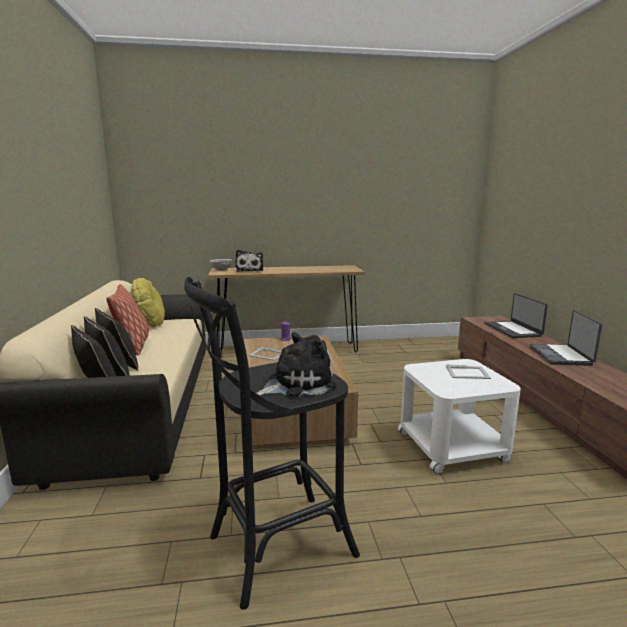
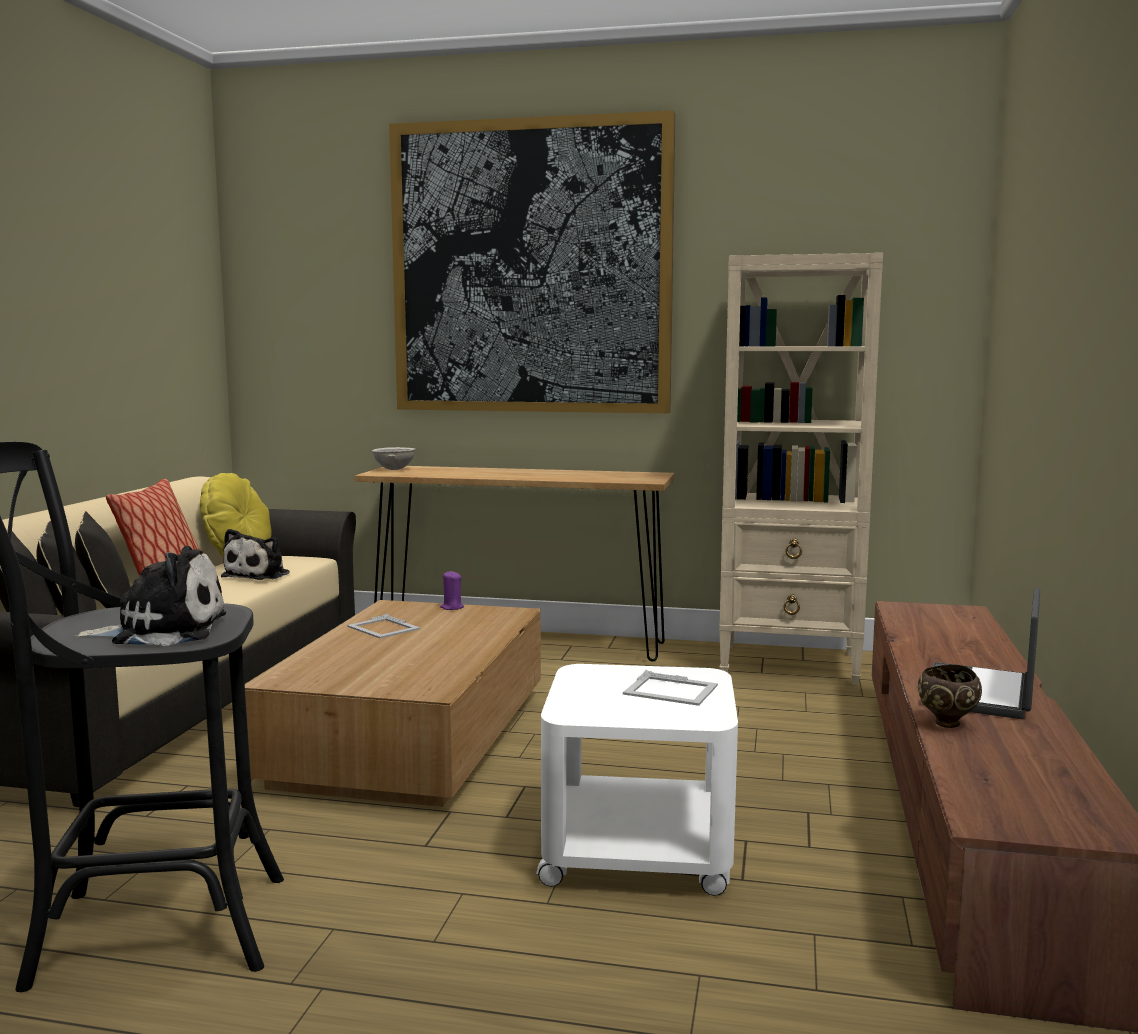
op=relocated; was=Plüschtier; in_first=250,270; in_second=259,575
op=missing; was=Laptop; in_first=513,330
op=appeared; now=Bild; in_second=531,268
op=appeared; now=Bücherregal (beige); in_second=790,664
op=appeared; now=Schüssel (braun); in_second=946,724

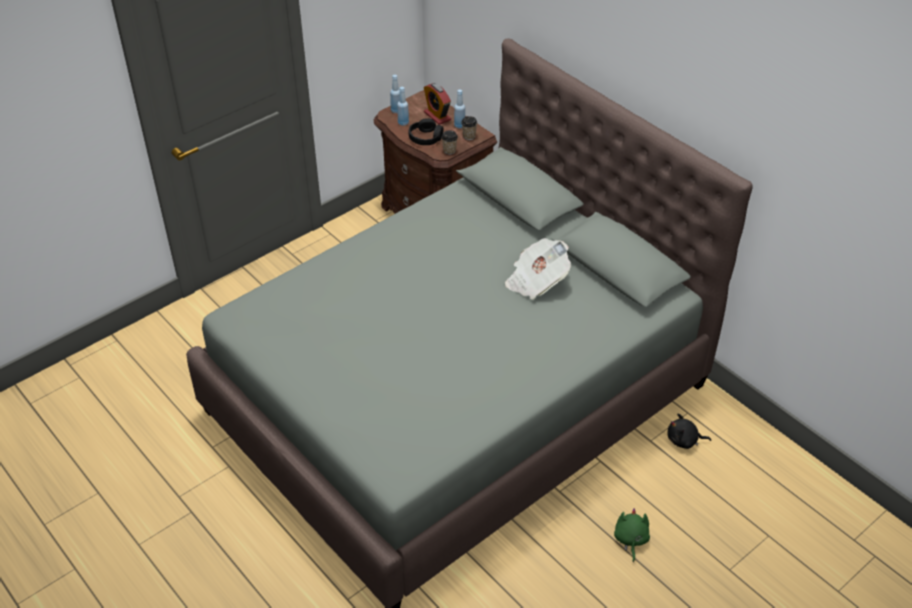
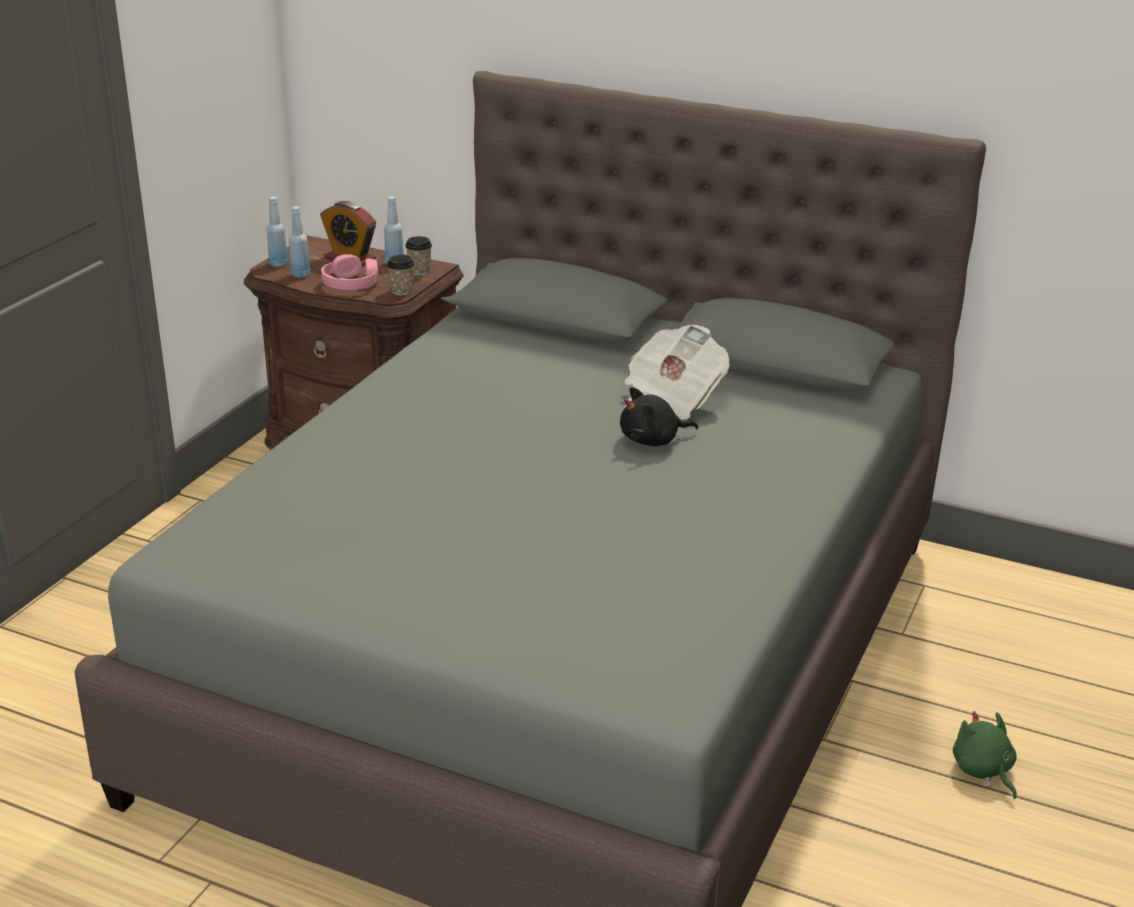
op=colour; was=Kopfhörer (schwarz); now=Kopfhörer (rosa); in_first=425,138; in_second=351,284
op=relocated; was=Plüschtier (schwarz); in_first=684,440; in_second=653,440

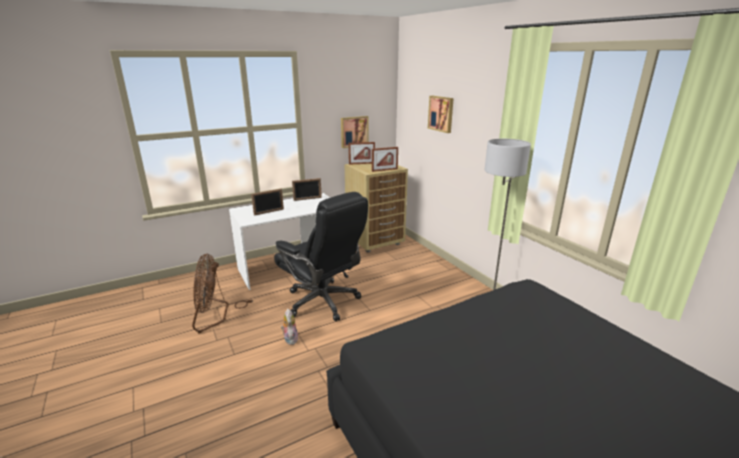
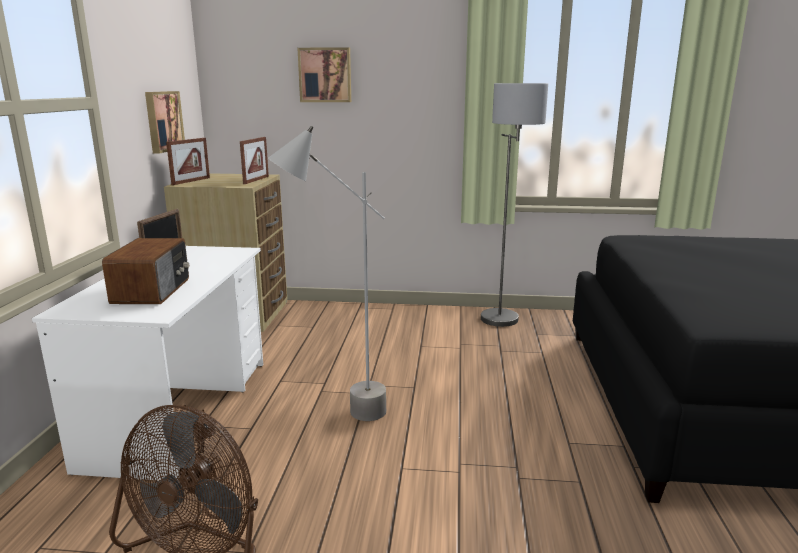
op=exchanged; was=Bilderrahmen; now=Radio; in_first=269,212; in_second=153,291
op=exchanged; was=Bürostuhl (schwarz); now=Stehlampe (grau); in_first=322,301; in_second=338,416
op=missing; was=Plüschtier; in_first=290,339

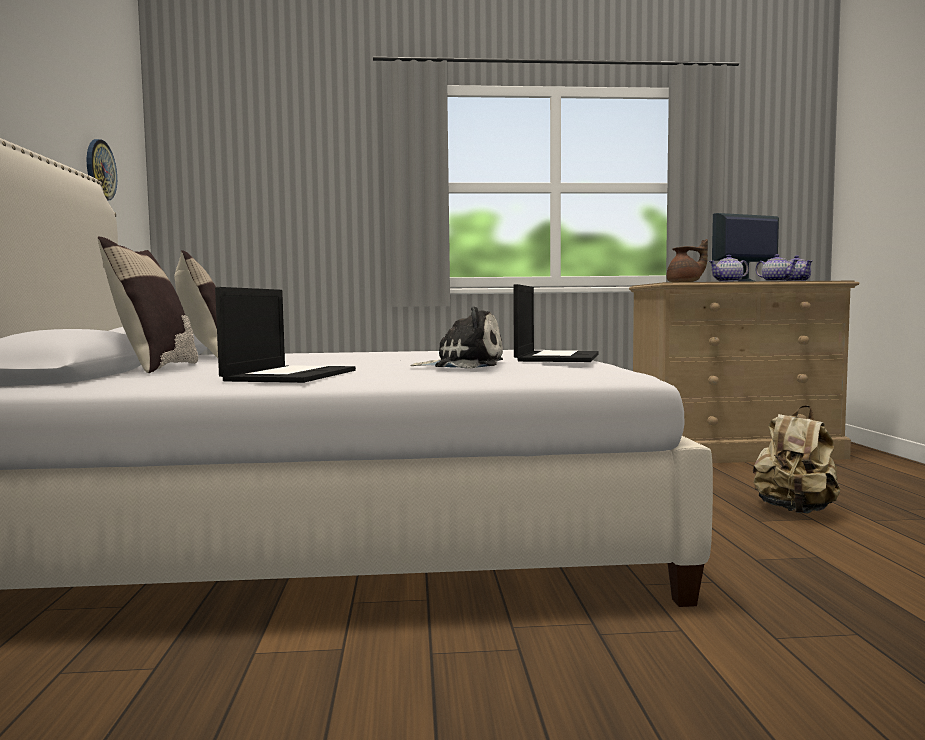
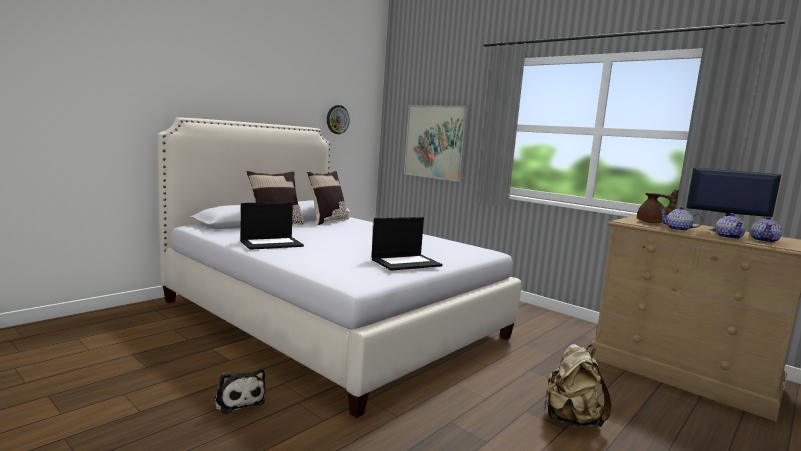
op=relocated; was=Plüschtier; in_first=464,365; in_second=238,400
op=appeared; now=Bild; in_second=435,142

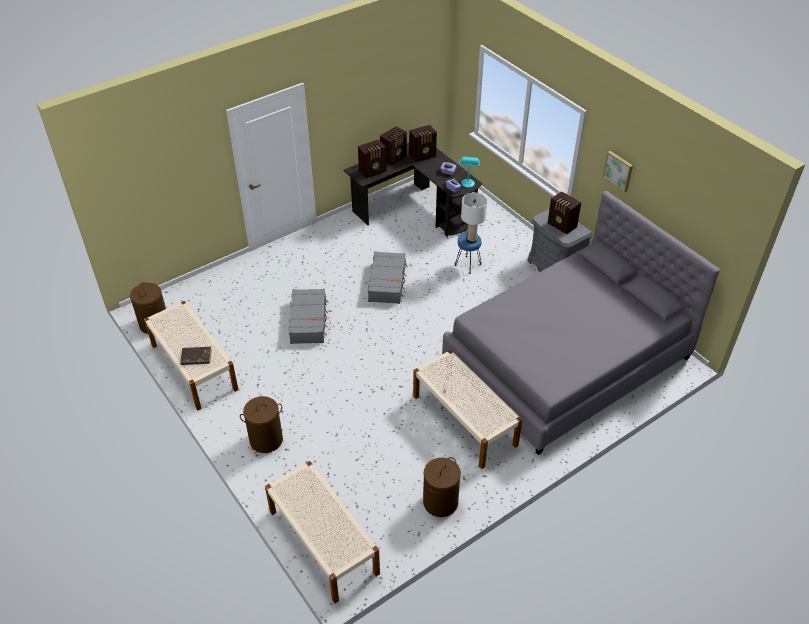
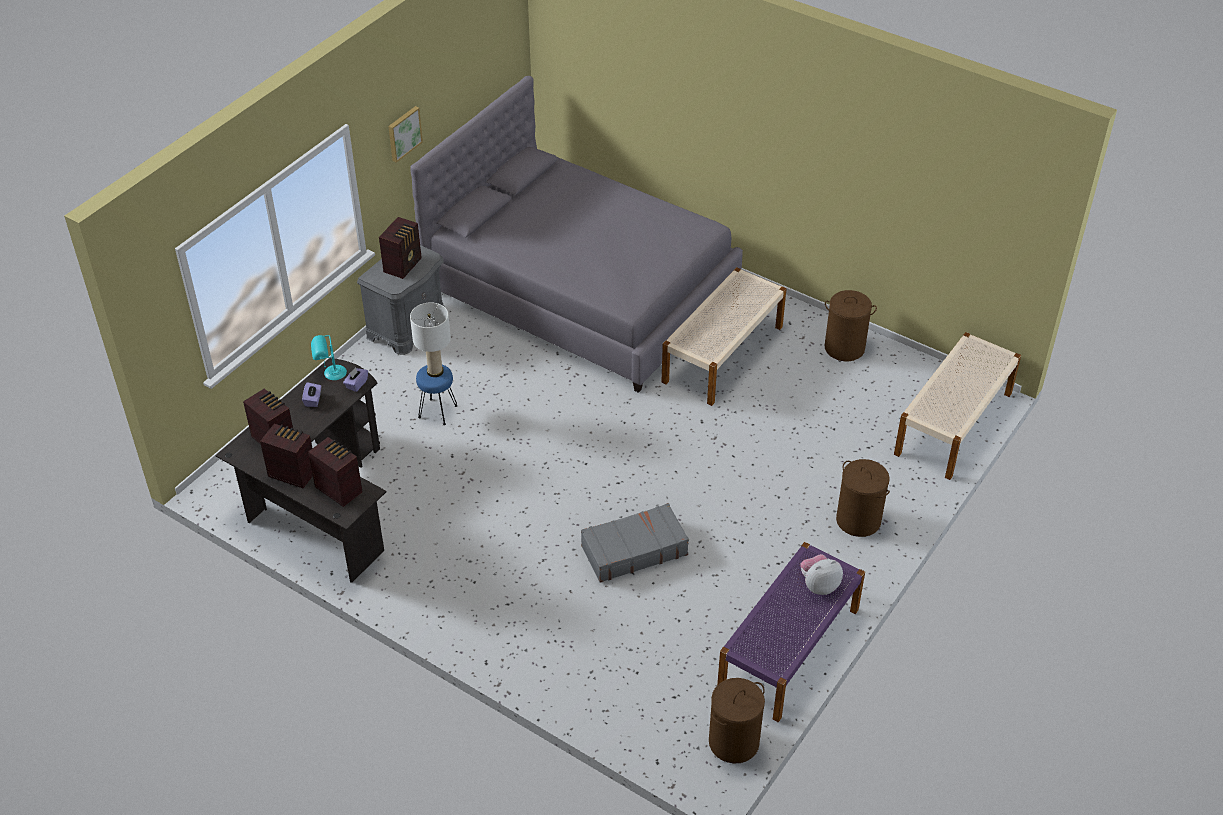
op=colour; was=Bank (beige); now=Bank (lila); in_first=193,367; in_second=789,649
op=exchanged; was=Buch (braun); now=Plüschtier; in_first=196,357; in_second=819,585
op=missing; was=Koffer (grau); in_first=387,282

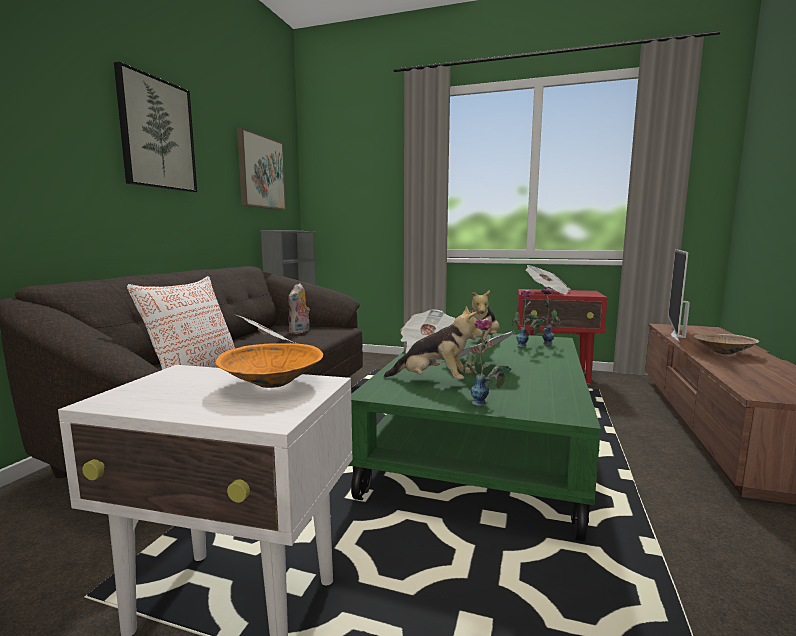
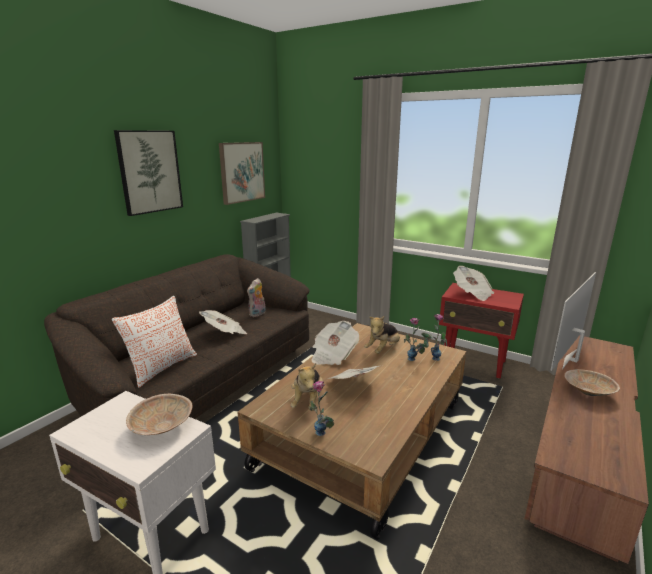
op=colour; was=Schüssel (orange); now=Schüssel (beige); in_first=272,385; in_second=161,427
op=colour; was=Couchtisch (grün); now=Couchtisch (braun); in_first=481,444; in_second=362,434
op=spun; was=Plüschtier; in_first=434,382; in_second=308,401; clockwise=60

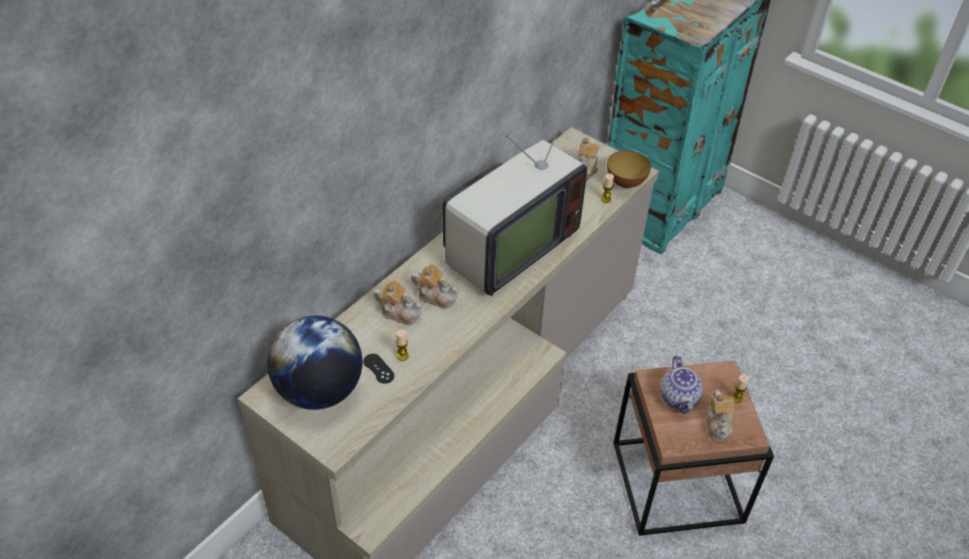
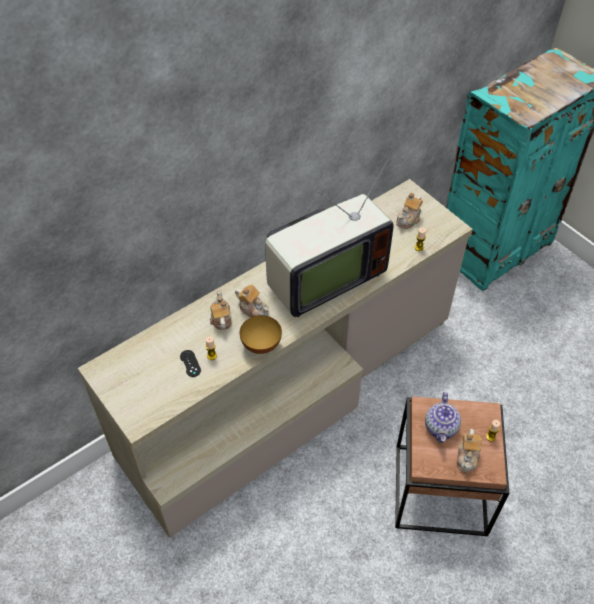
op=missing; was=Globus; in_first=320,390
op=spun; was=Teekanne; in_first=399,312; in_second=221,318; clockwise=-135
op=relocated; was=Schüssel; in_first=625,183; in_second=261,345

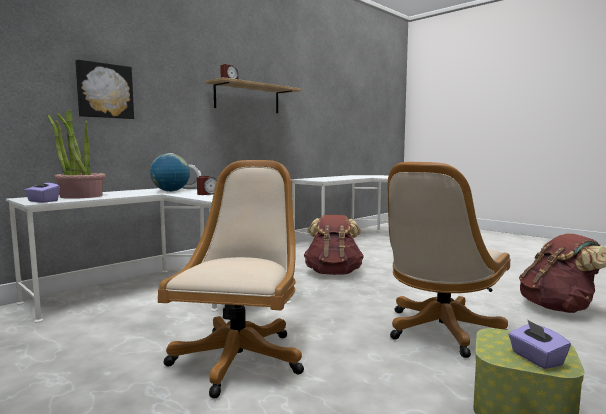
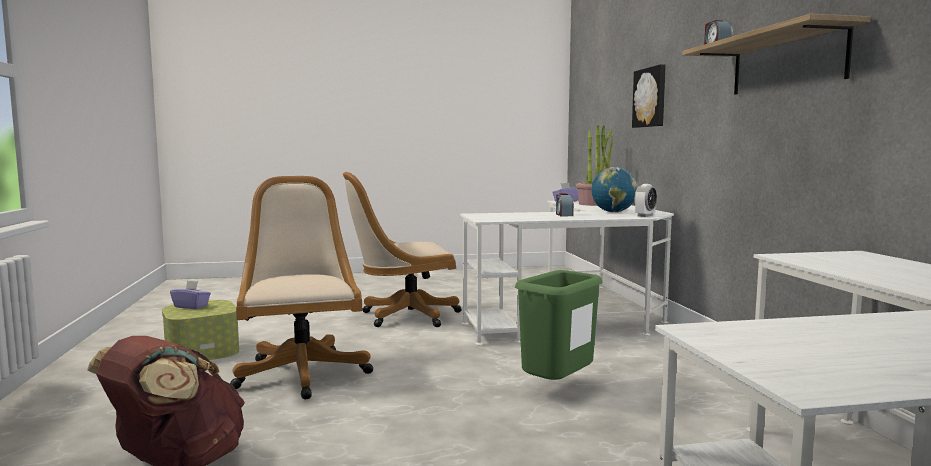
op=spun; was=Bürostuhl; in_first=240,354; in_second=403,316; clockwise=120
op=exchanged; was=Rucksack (braun); now=Mülleimer (grün); in_first=333,273; in_second=558,389

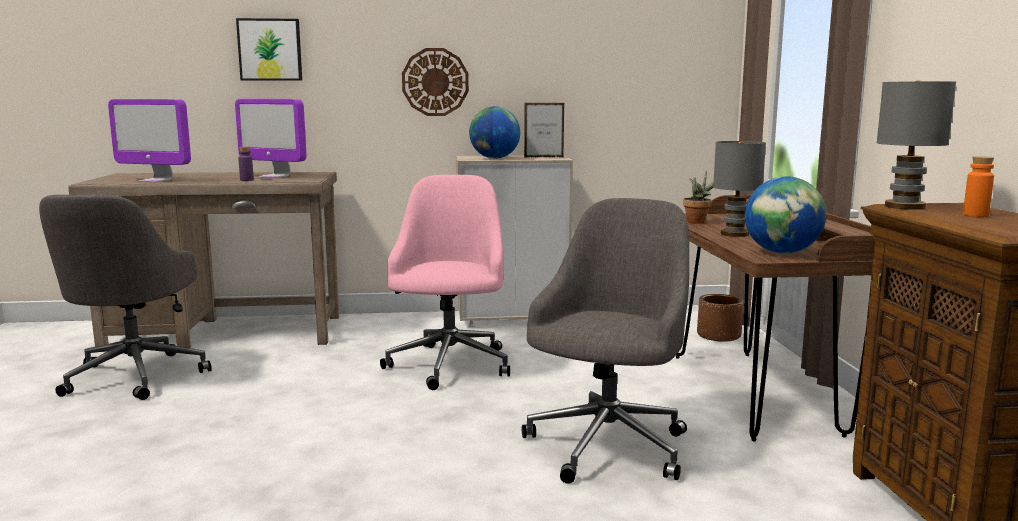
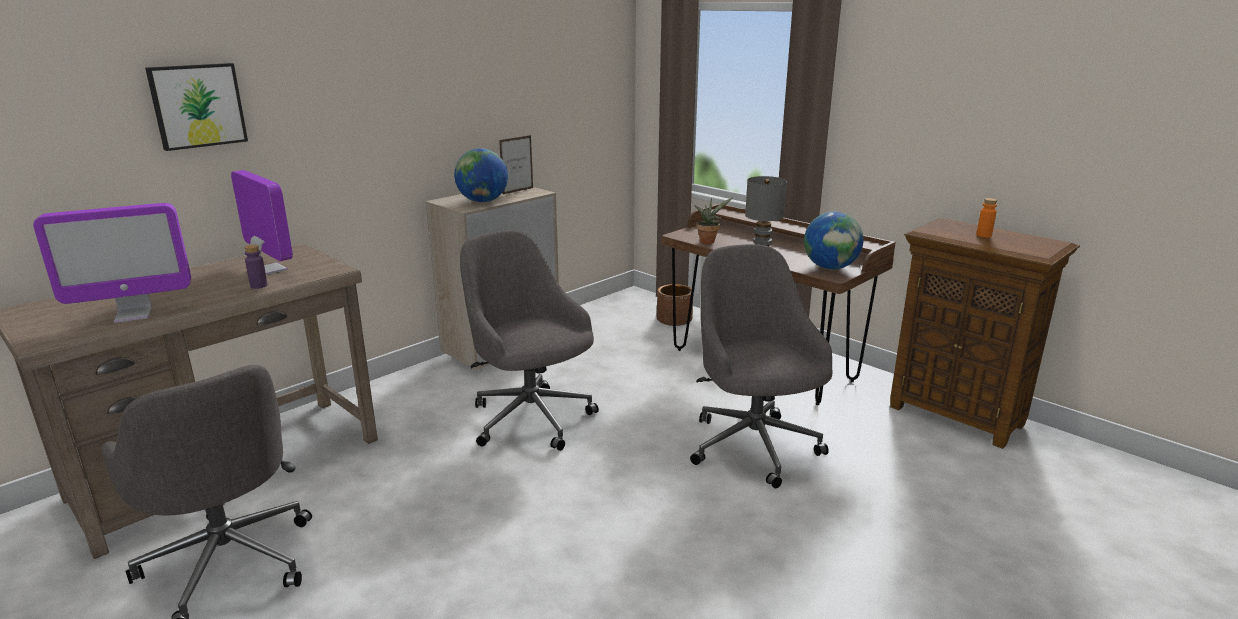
op=spun; was=Monitor; in_first=275,176; in_second=268,270; clockwise=-120
op=colour; was=Bürostuhl (rosa); now=Bürostuhl (grau); in_first=449,364; in_second=530,418
op=missing; was=Wanduhr; in_first=435,82
op=missing; was=Tischlampe (grau); in_first=904,207

